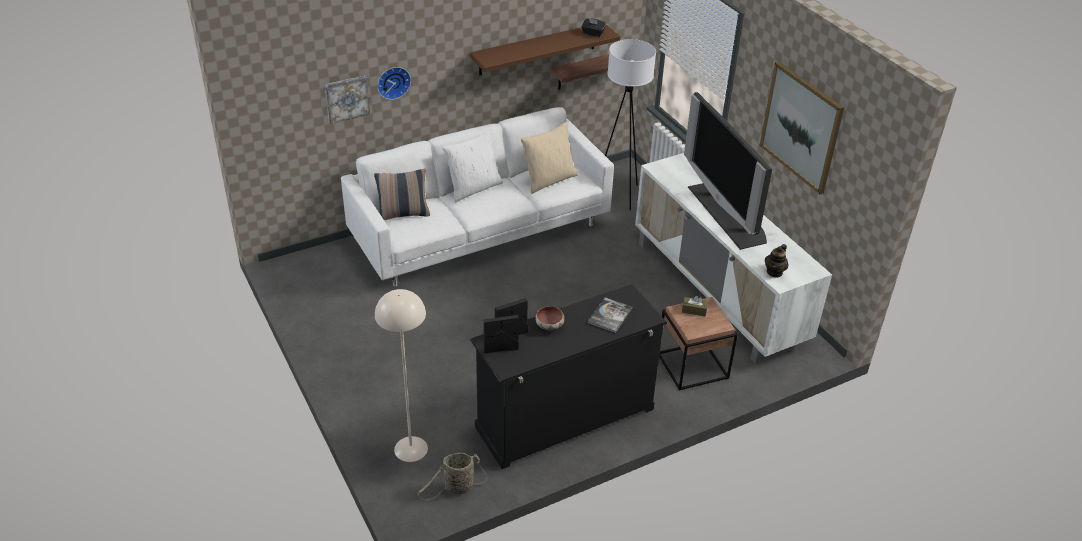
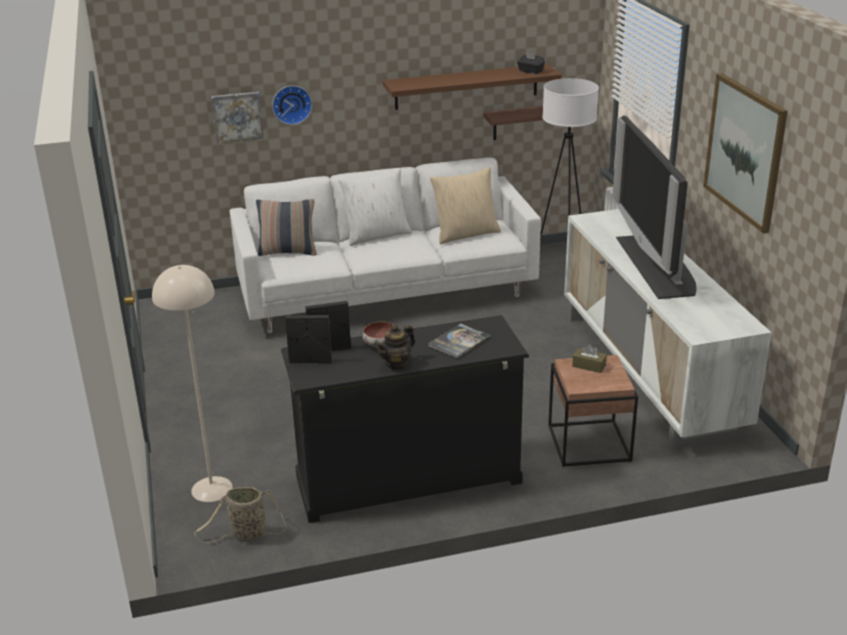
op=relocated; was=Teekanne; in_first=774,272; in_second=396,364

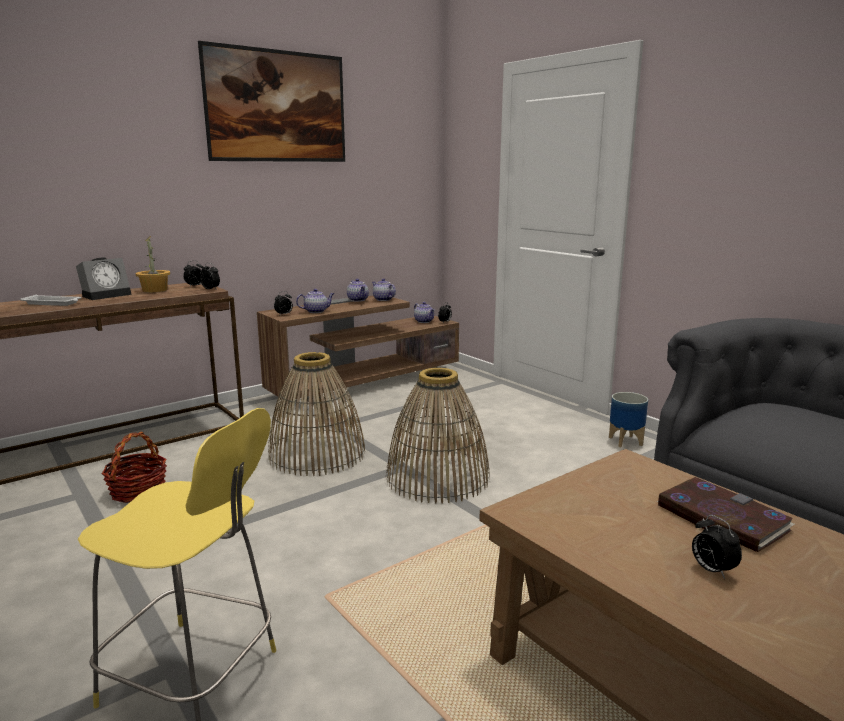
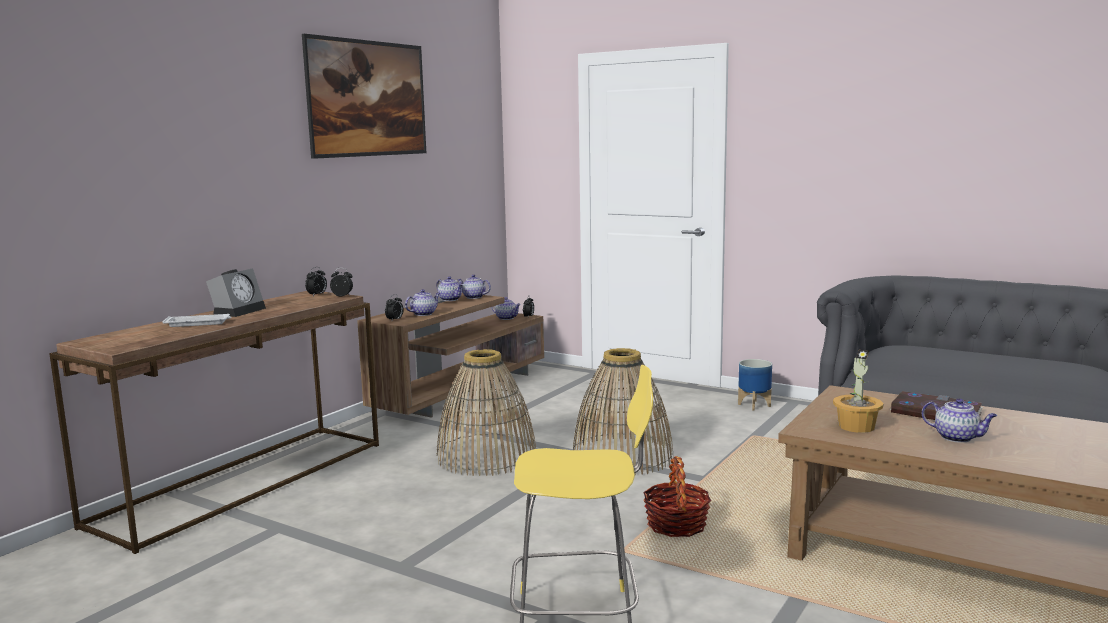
op=relocated; was=Korb; in_first=138,491; in_second=676,525
op=relocated; was=Topfpflanze; in_first=155,290; in_second=857,426
op=exchanged; was=Wecker; now=Teekanne; in_first=711,570; in_second=957,438

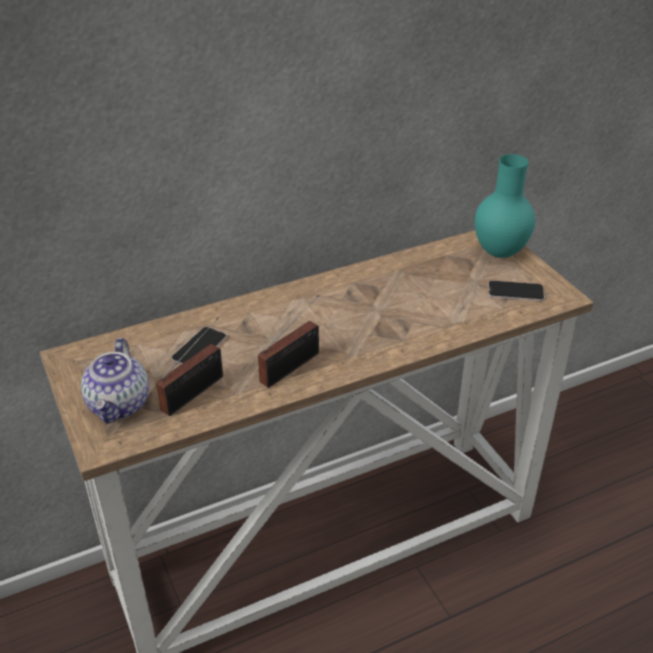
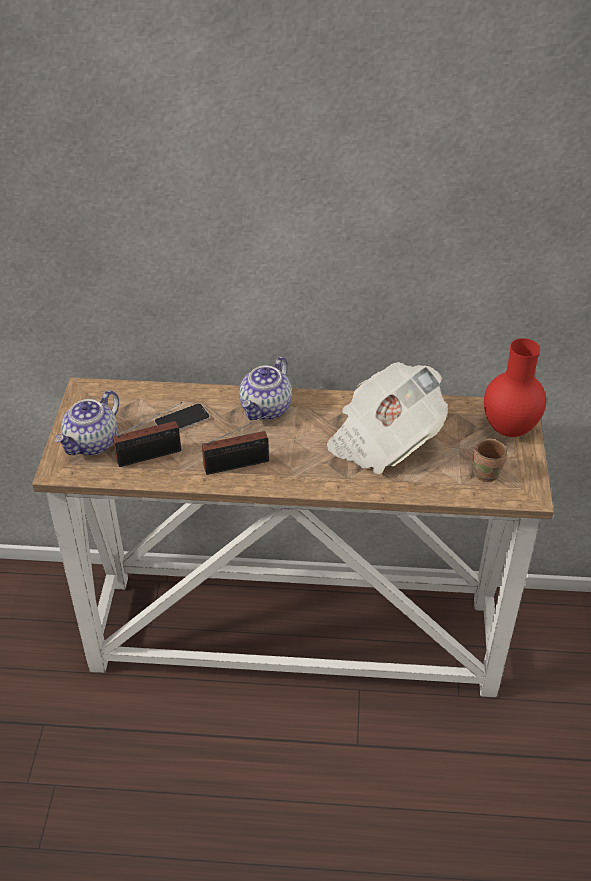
op=colour; was=Vase (türkis); now=Vase (rot); in_first=498,253; in_second=507,430
op=exchanged; was=Handy; now=Henkelbecher (braun); in_first=515,291; in_second=487,473
op=appeared; now=Teekanne; in_second=266,409
op=appeared; now=Zeitung; in_second=383,440

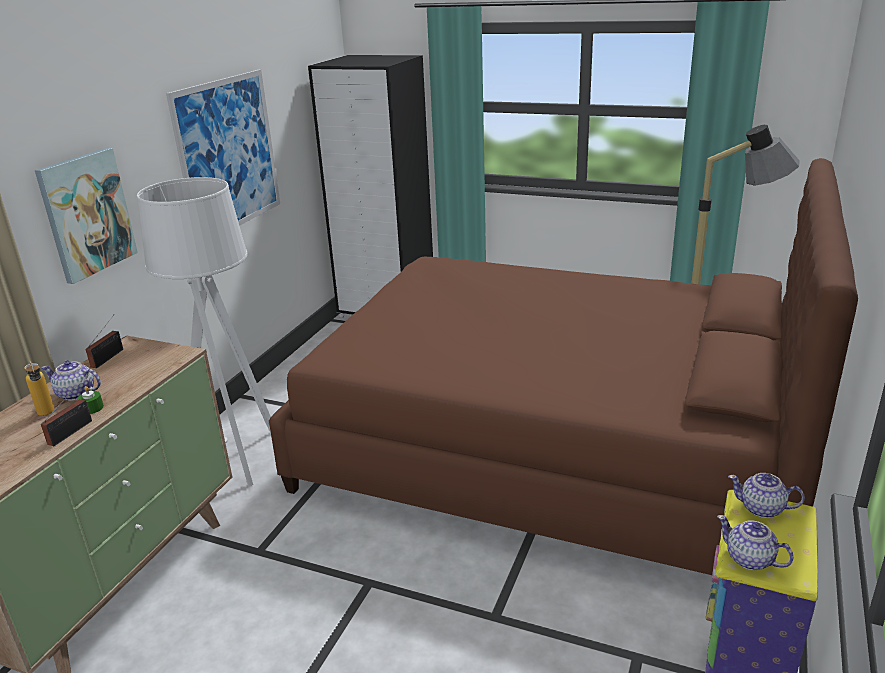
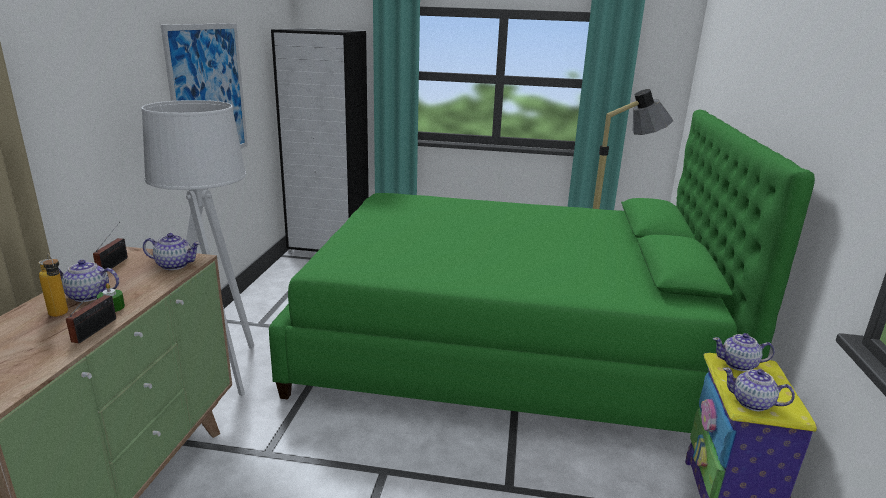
op=missing; was=Bild; in_first=87,214
op=colour; was=Bett (braun); now=Bett (grün); in_first=552,447; in_second=506,345
op=appeared; now=Teekanne; in_second=175,265

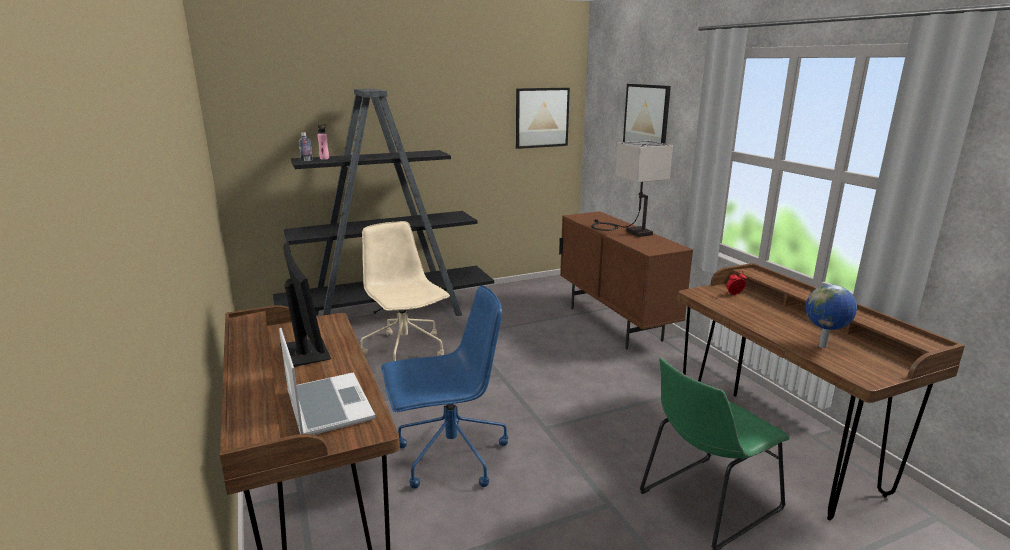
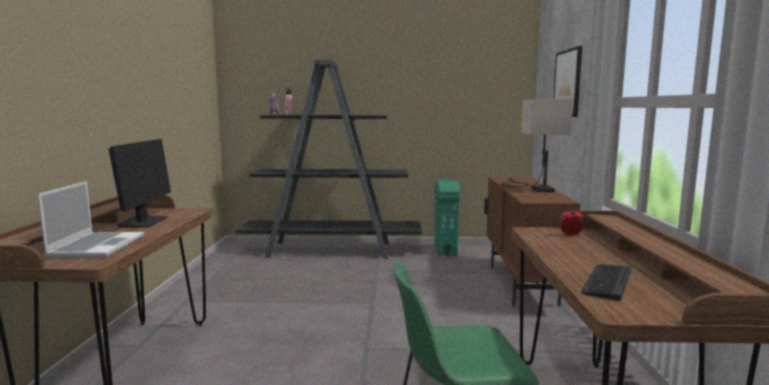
op=missing; was=Bürostuhl (beige); in_first=406,351
op=missing; was=Bürostuhl (blau); in_first=446,457
op=missing; was=Bild; in_first=542,117
op=exchanged; was=Globus; now=Tastatur; in_first=823,346; in_second=607,282
op=appeared; now=Mülleimer (grün); in_second=445,251

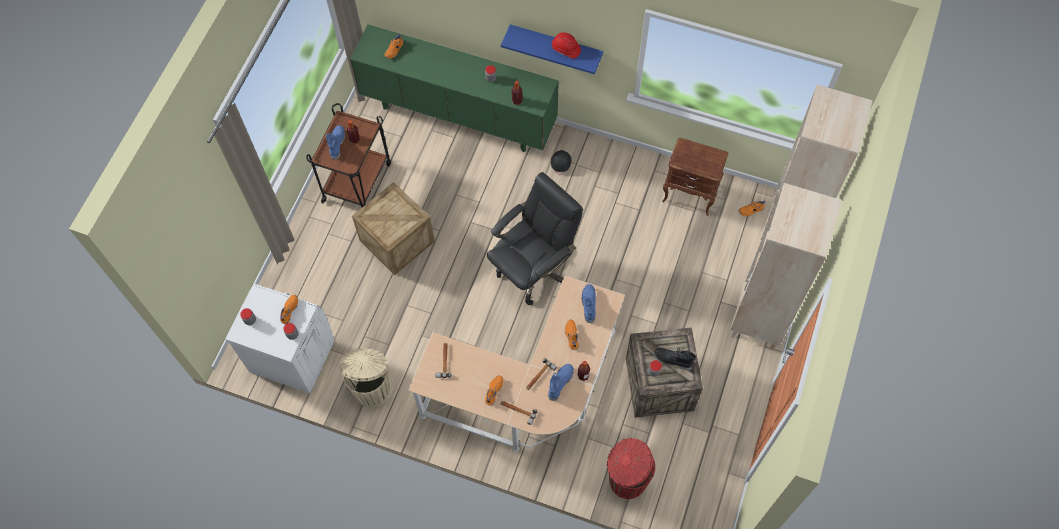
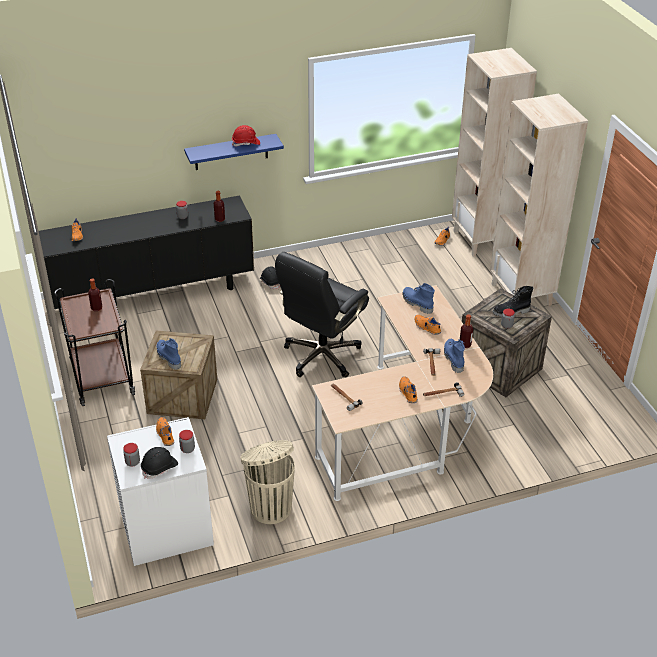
op=relocated; was=Stiefel (blau); in_first=337,144; in_second=168,358
op=colour; was=Schrank (grün); now=Schrank (schwarz); in_first=459,116; in_second=152,294
op=spun; was=Bürostuhl (schwarz); in_first=534,271; in_second=323,354; clockwise=-150
op=missing; was=Mülleimer (rot); in_first=626,480
op=missing; was=Nachttisch (braun); in_first=689,196
op=appeared; now=Schutzhelm (schwarz); in_second=159,468

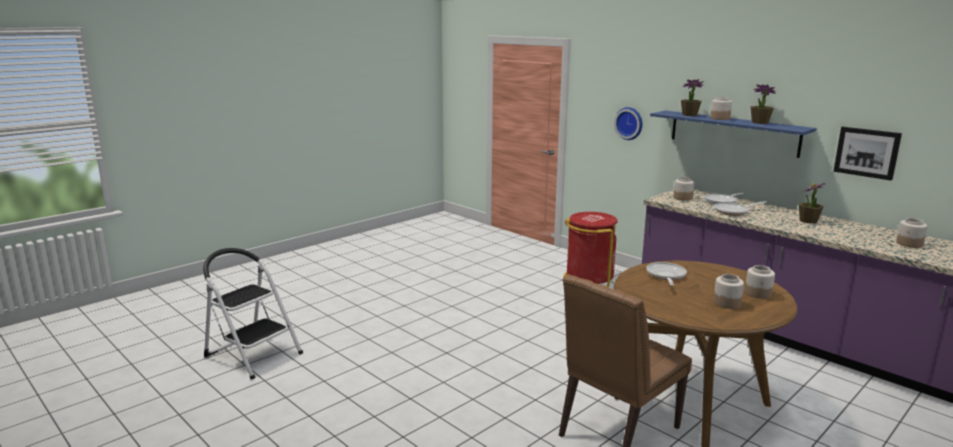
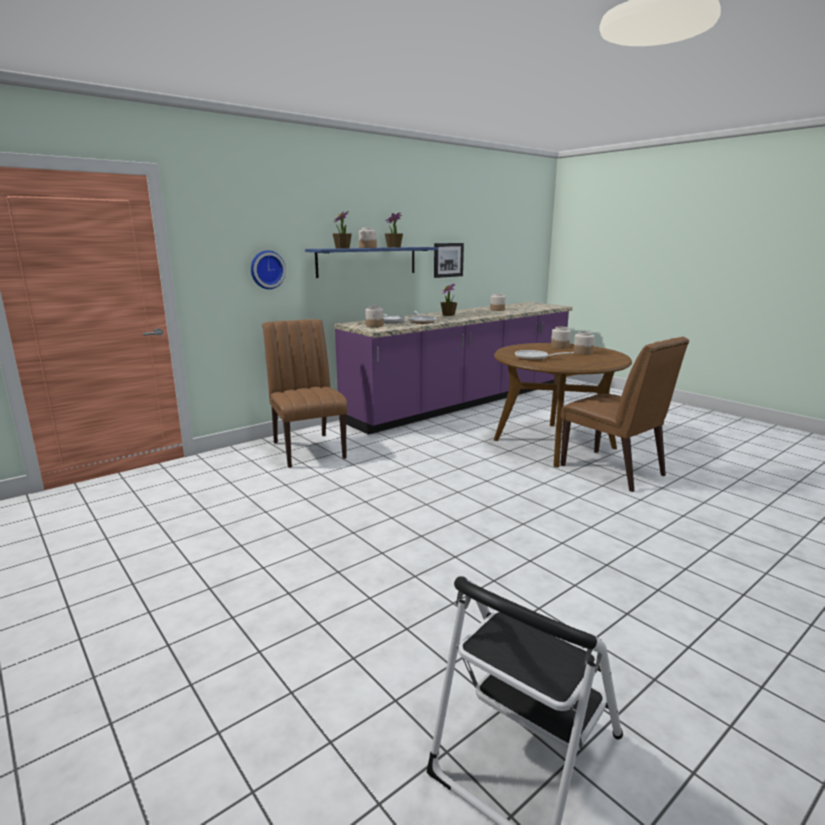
op=exchanged; was=Mülleimer (rot); now=Stuhl (braun); in_first=588,279; in_second=308,450

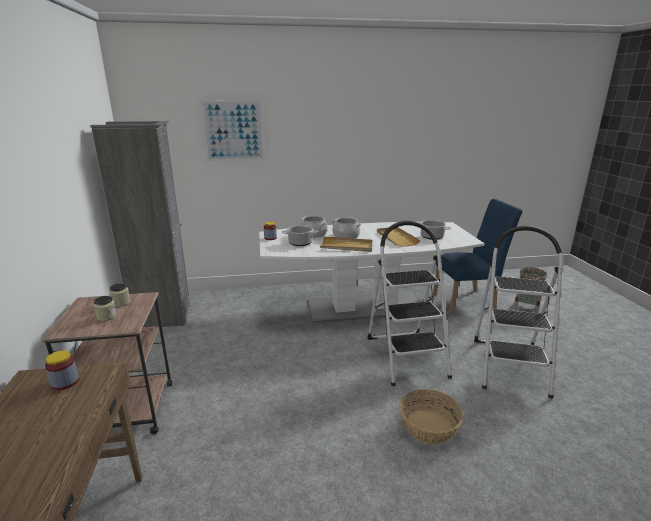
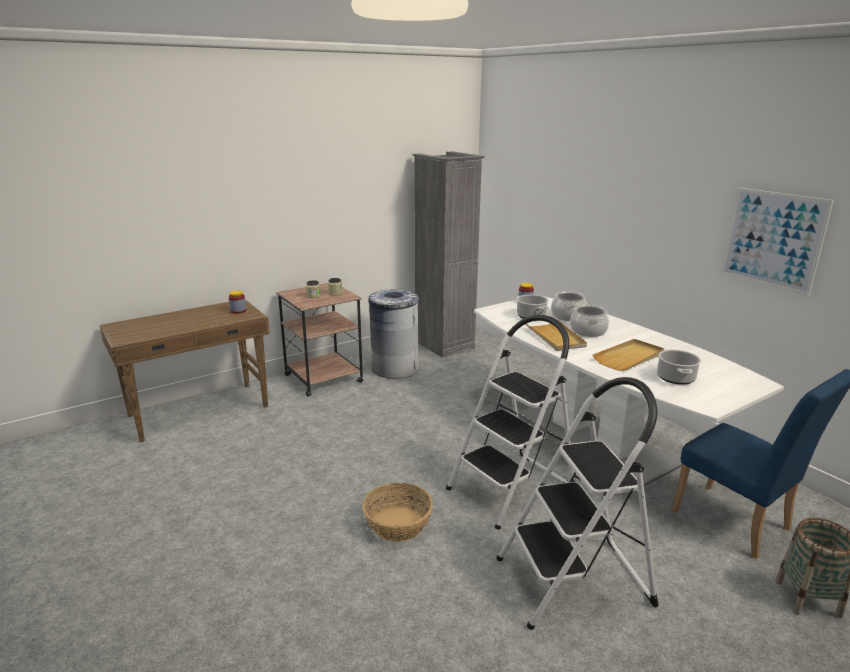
op=relocated; was=Bild; in_first=233,131; in_second=773,239
op=appeared; now=Mülleimer (grau); in_second=395,368

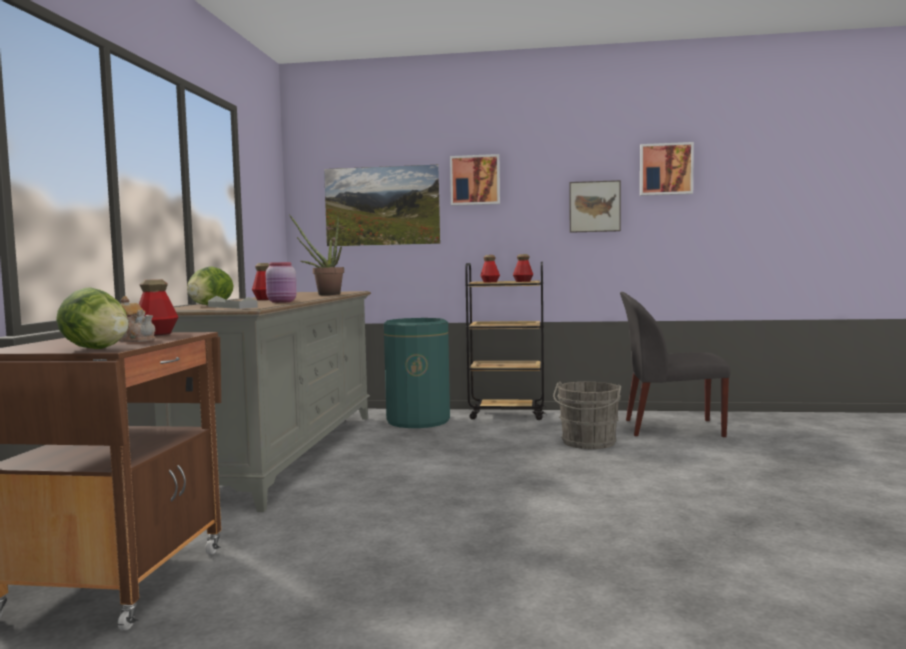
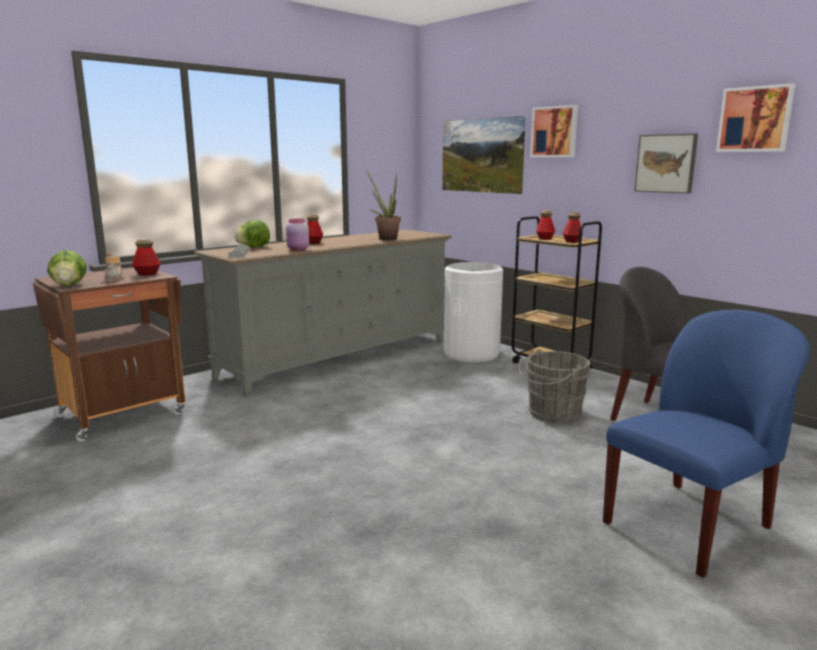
op=colour; was=Mülleimer (grün); now=Mülleimer (weiß); in_first=418,421; in_second=471,354
op=appeared; now=Stuhl (blau); in_second=689,524

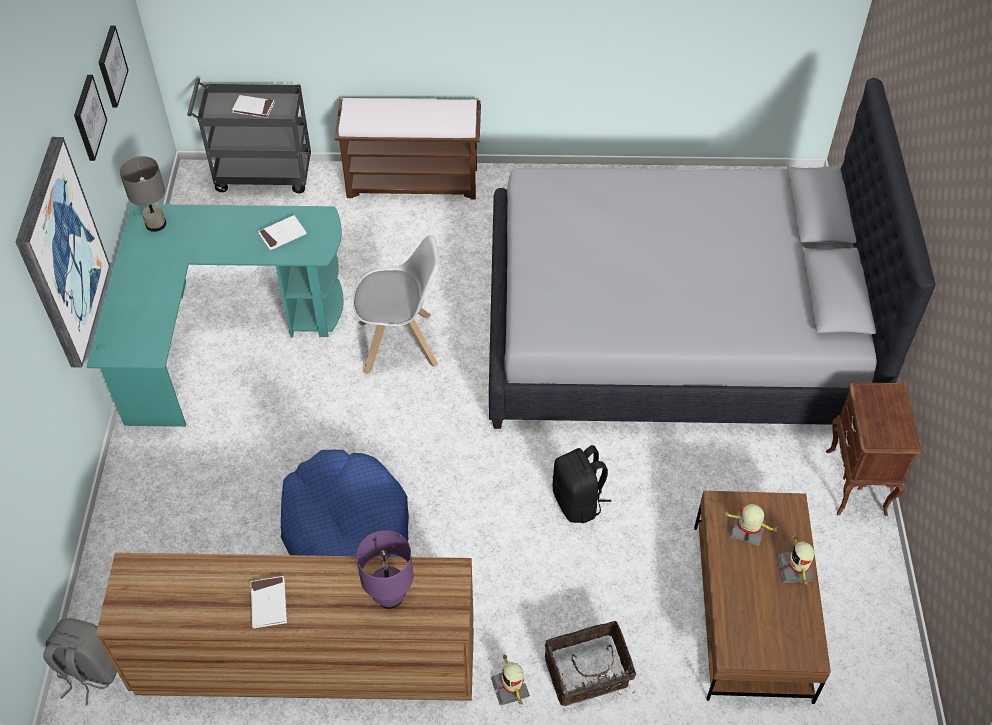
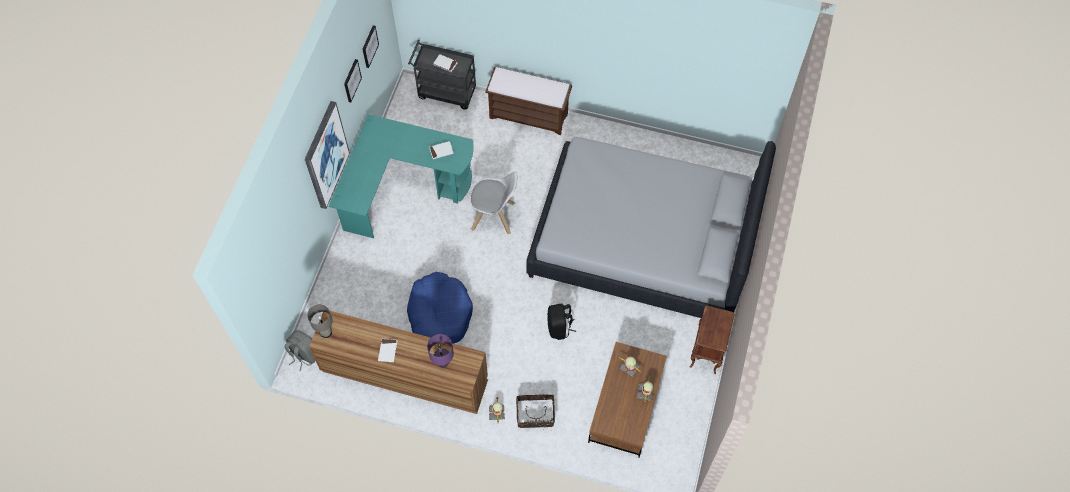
op=relocated; was=Tischlampe (grau); in_first=155,224; in_second=325,332

